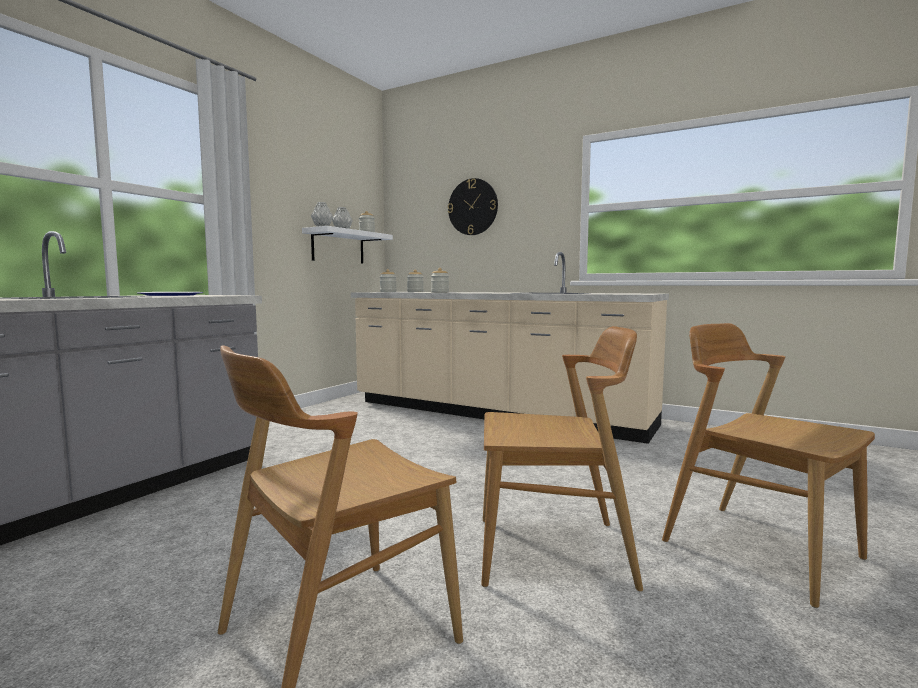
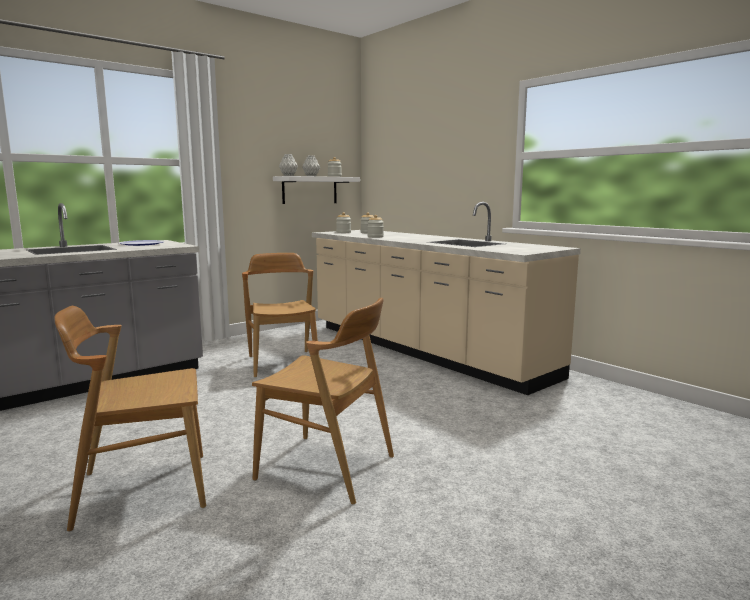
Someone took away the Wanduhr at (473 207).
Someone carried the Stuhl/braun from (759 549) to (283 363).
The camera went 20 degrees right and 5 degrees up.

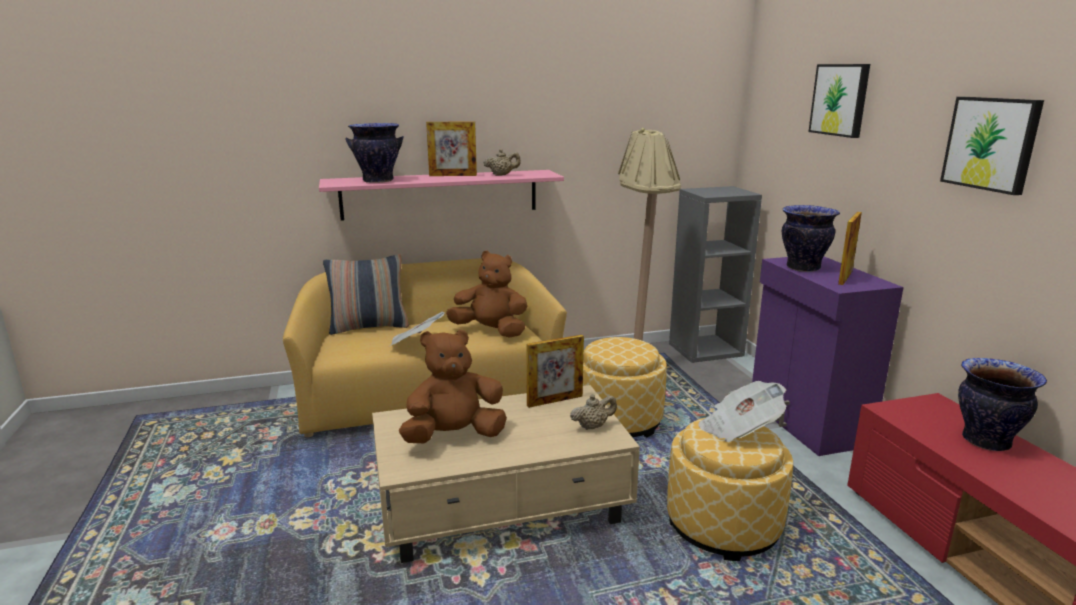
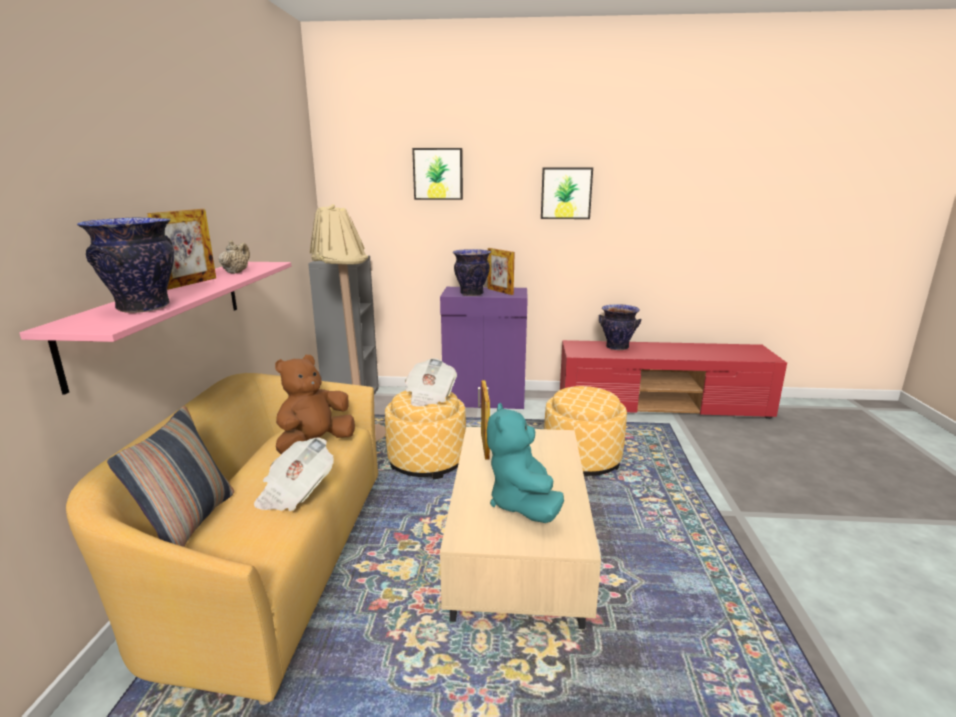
Someone repainted the Plüschtier/braun at (454 436), which became the Plüschtier/türkis at (522 504).
Someone took away the Teekanne/beige at (592 426).
Someone carried the Zeitung from (739 429) to (429 396).
The camera went 70 degrees left and 0 degrees up.

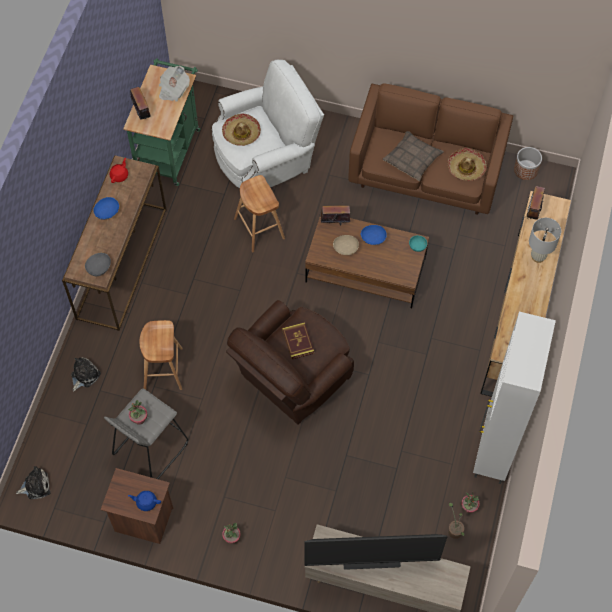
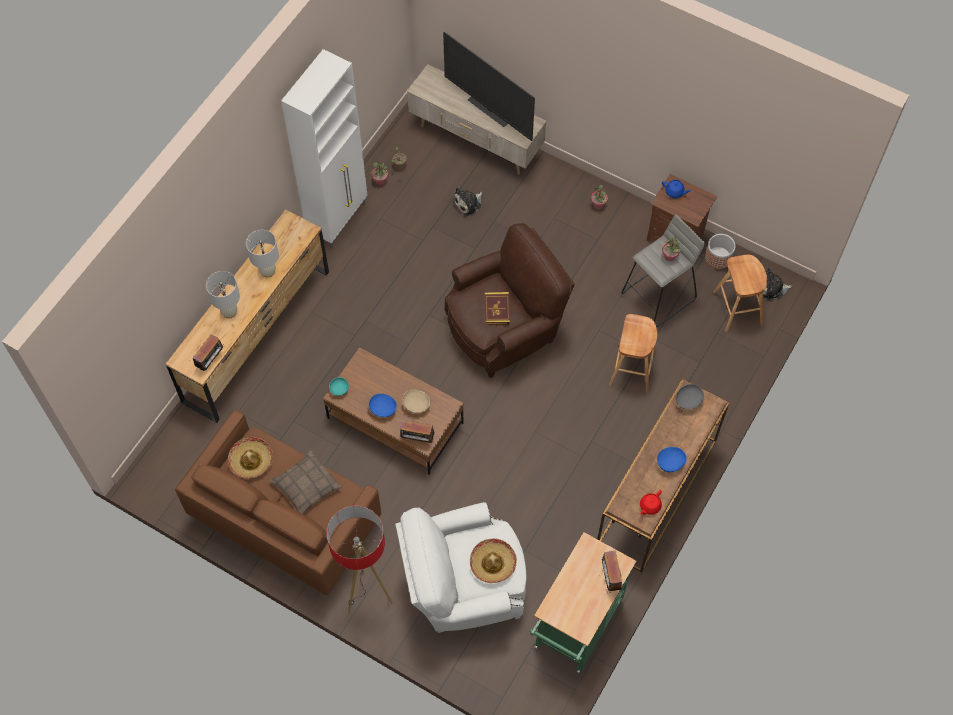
Someone carried the Plüschtier from (84 375) to (468 203).
Someone took away the Zeitung at (173 89).
Someone carried the Hocker/braun from (259 228) to (737 308).
Someone rotated the Fernseher at (371 563) by 150 degrees counterclockwise.
Someone carried the Pflanzkübel from (526 170) to (718 258).
Someone put down the Tischlampe/weiß at (267 271).
Someone put down the Stehlampe at (367 596).
The camera went 165 degrees left and 0 degrees up.

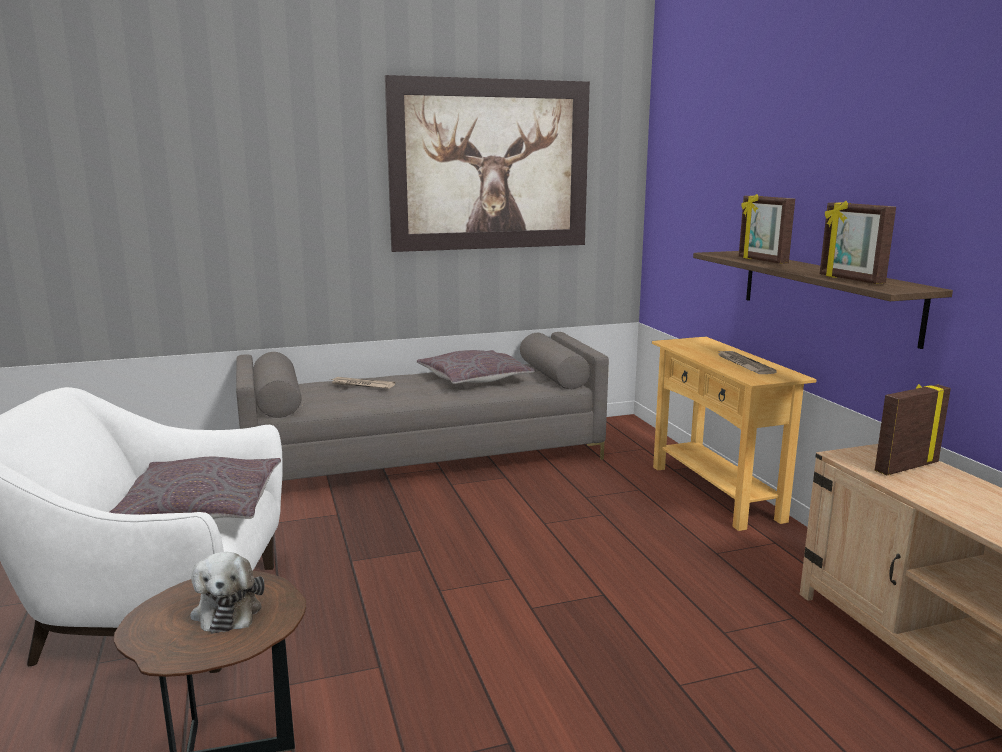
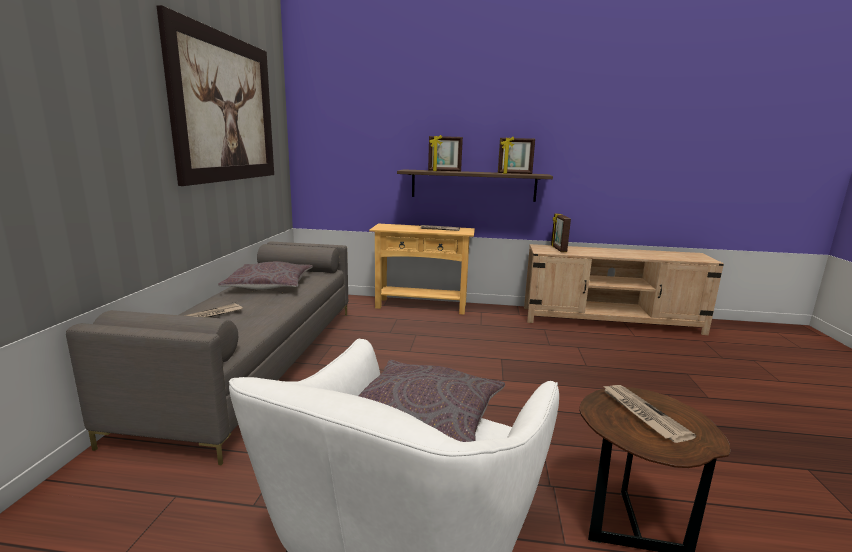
Someone swapped the Plüschtier at (228 610) for the Zeitung at (642 414).
The camera went 65 degrees left and 0 degrees up.

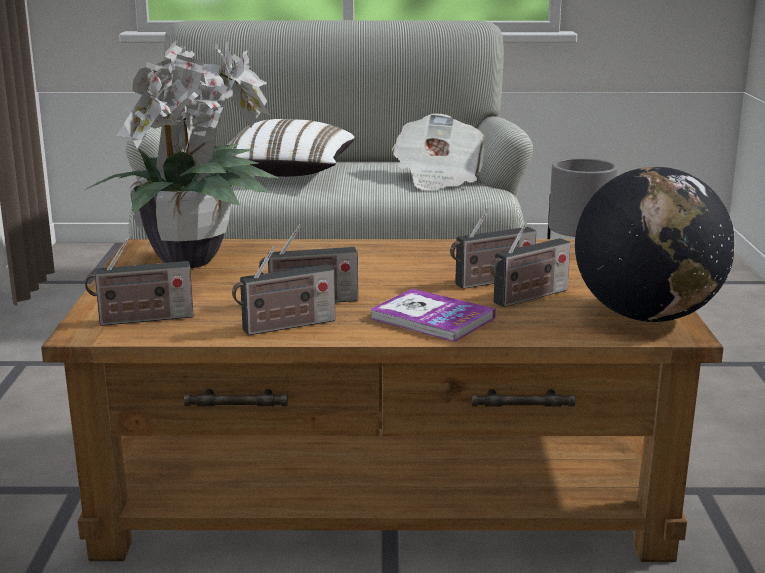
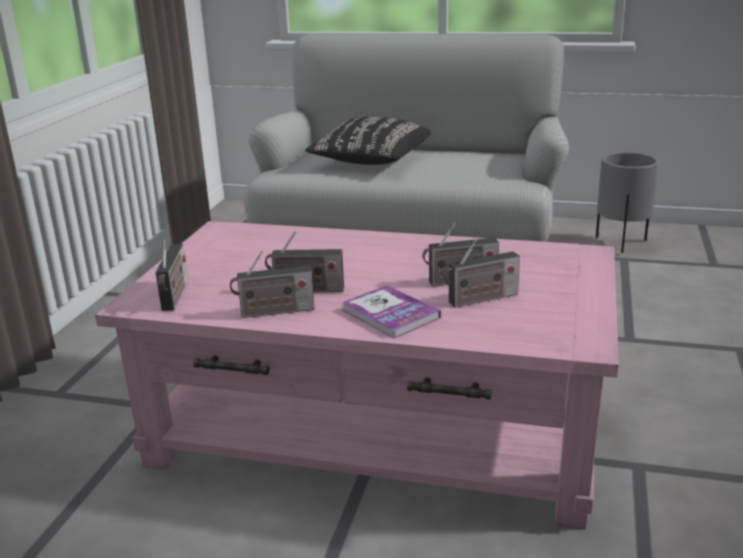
Someone repainted the Couchtisch/braun at (384 485), which became the Couchtisch/rosa at (378 429).
Someone took away the Topfpflanze at (195 260).
Someone rotated the Radio at (141 319) by 90 degrees counterclockwise.
Someone repainted the Kissen/weiß at (285 174), which became the Kissen/schwarz at (370 161).
Someone took away the Zeitung at (438 178).
Someone took away the Globus at (647 316).
The camera went 15 degrees right and 5 degrees up.

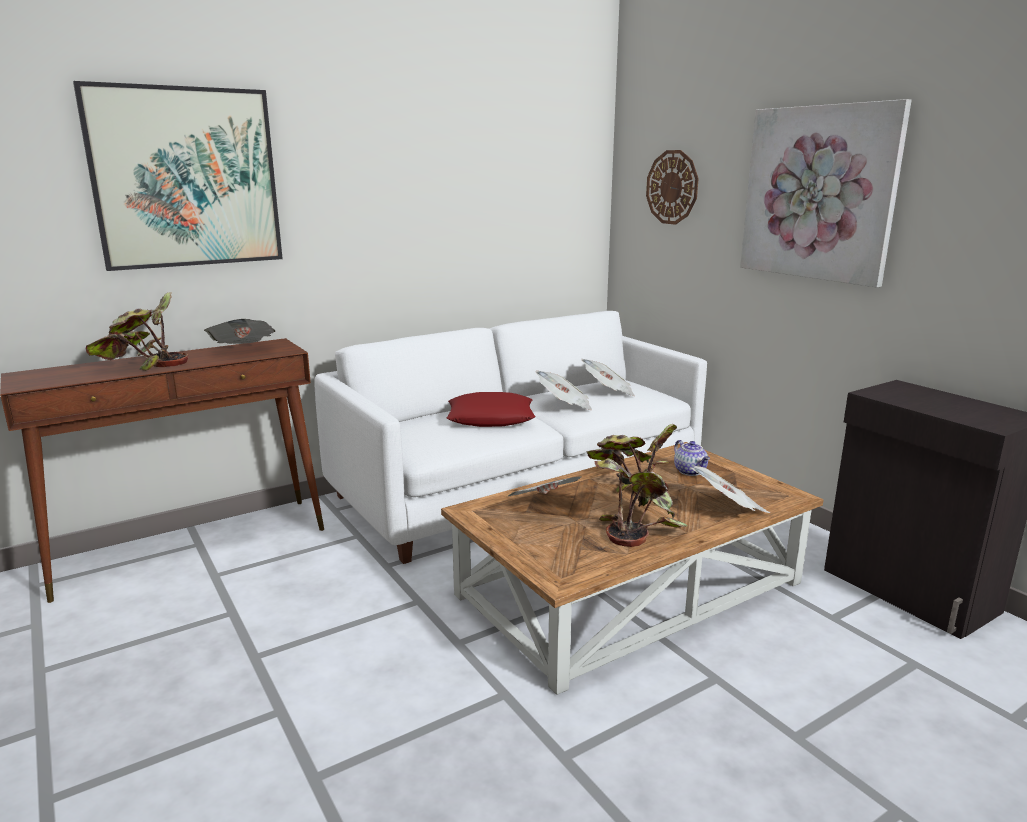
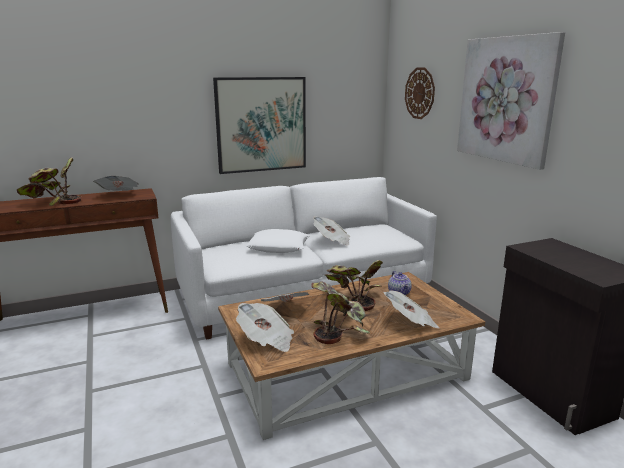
Someone carried the Bild from (186 178) to (261 124).
Someone repainted the Kissen/rot at (491 418), which became the Kissen/weiß at (278 247).
Someone carried the Zeitung from (608 391) to (266 340).
The camera went 10 degrees right and 0 degrees up.

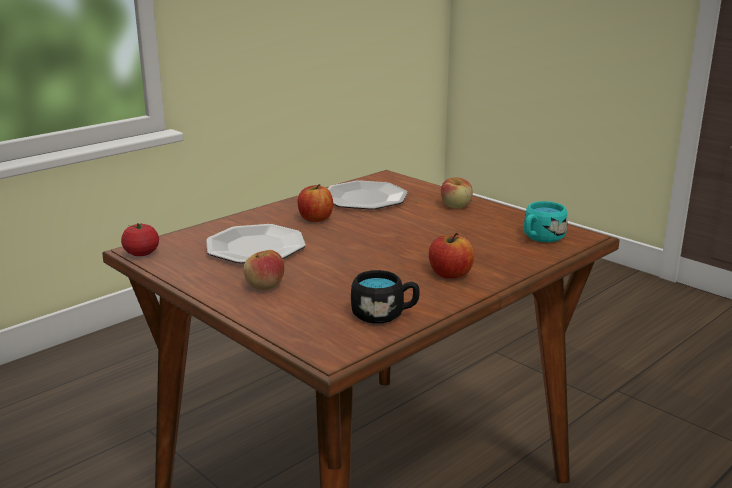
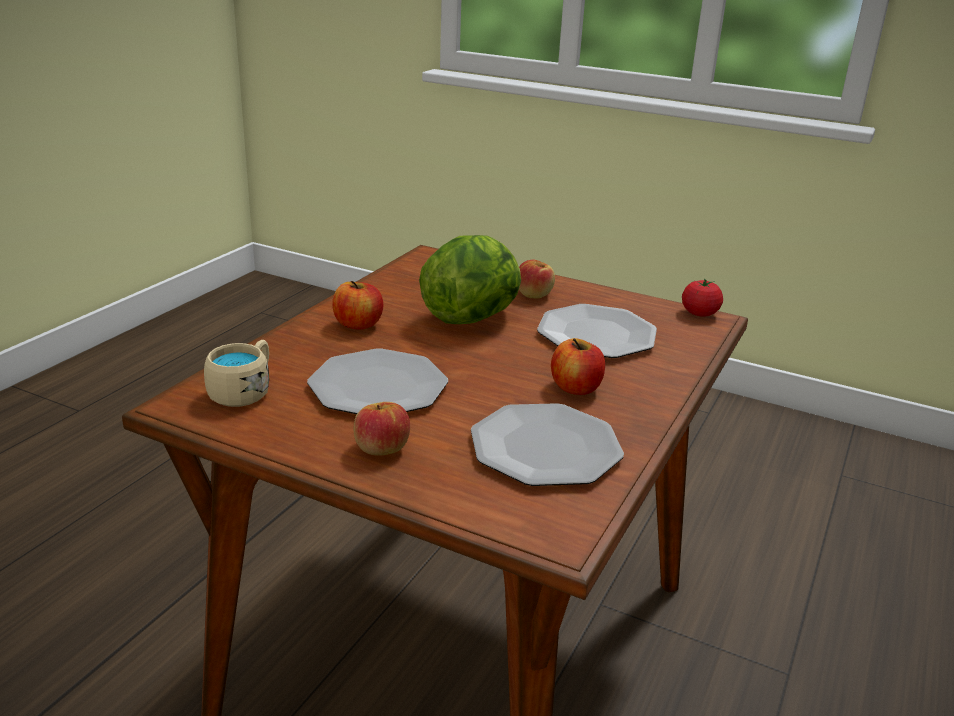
Someone took away the Henkelbecher/schwarz at (384 314).
Someone repainted the Henkelbecher/türkis at (540 238), which became the Henkelbecher/beige at (244 391).
Someone put down the Teller at (378 387).
Someone put down the Salatkopf at (473 317).
The camera went 160 degrees right and 5 degrees up.

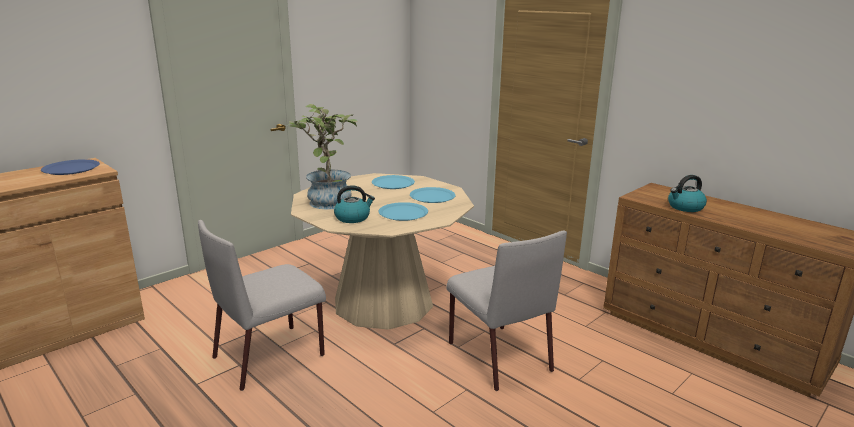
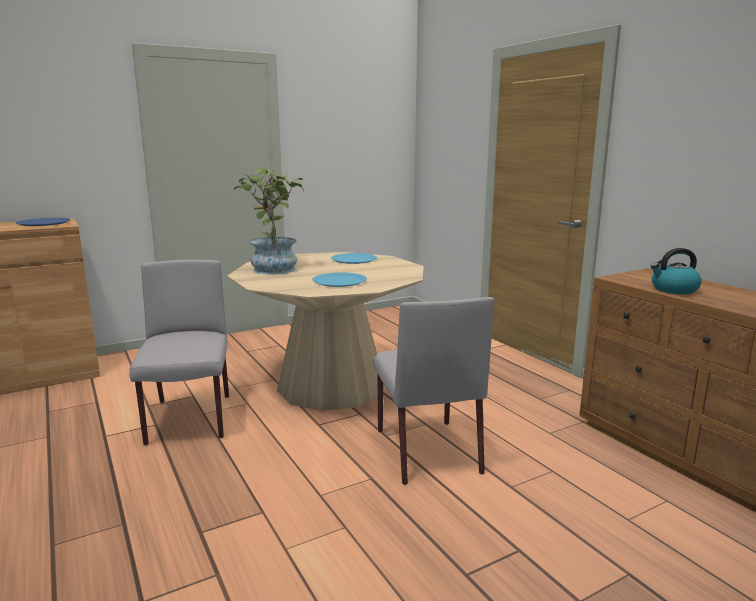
Someone rotated the Stuhl/grau at (270 355) by 105 degrees clockwise.
Someone took away the Wasserkessel at (353 218).
Someone took away the Teller/blau at (432 196).
The camera went 15 degrees right and 5 degrees down.

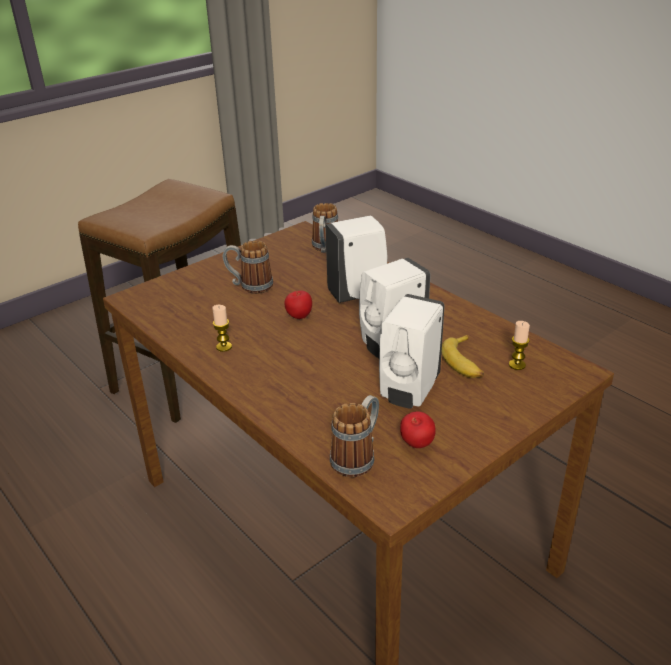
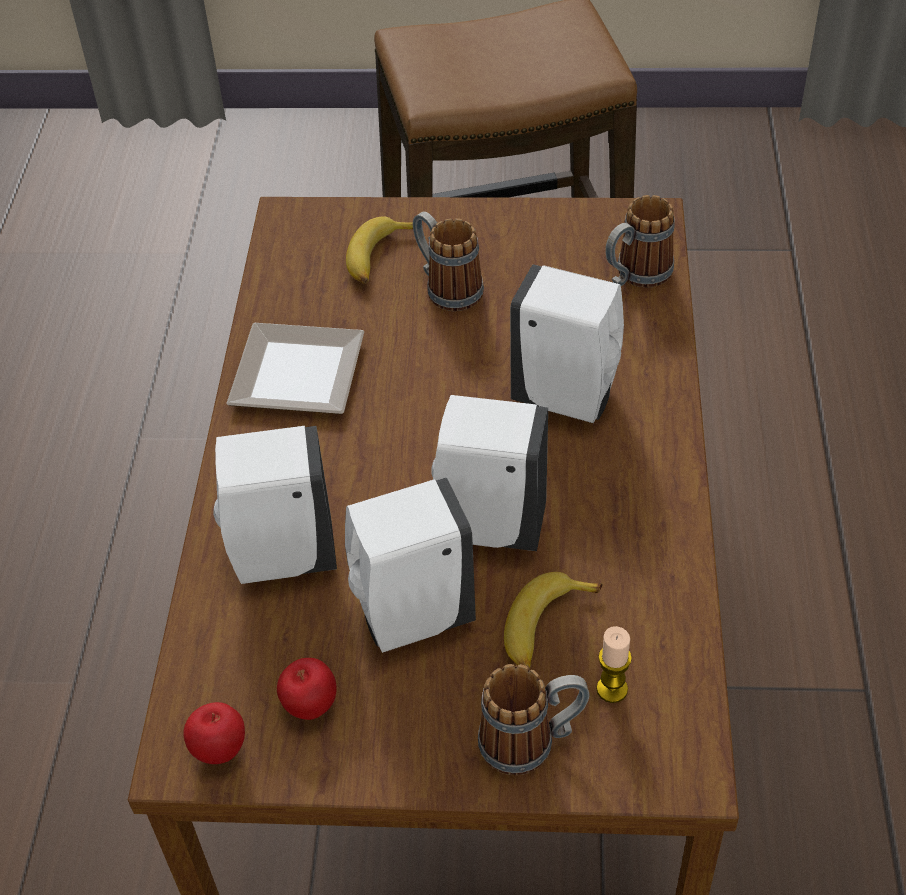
Someone swapped the Kerze at (224 347) for the Teller at (293 377).
Someone carried the Apfel from (299 317) to (220 749).
Someone carried the Henkelbecher from (358 457) to (532 741).
Someone put down the Seifenspender/weiß at (280 557).
Someone put down the Banane at (378 258).
The camera went 45 degrees right and 15 degrees up.

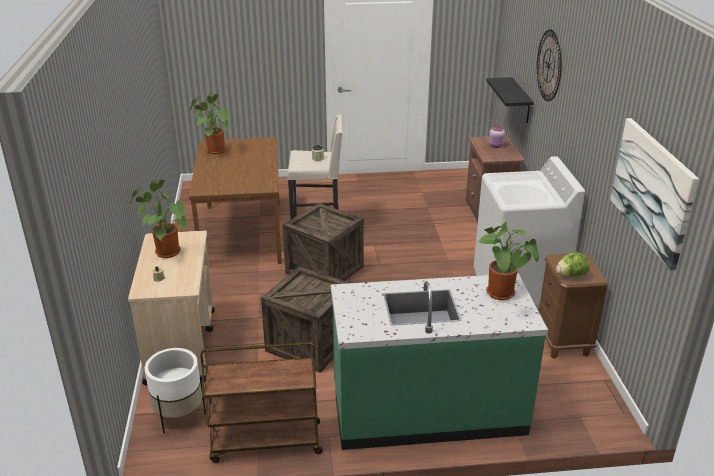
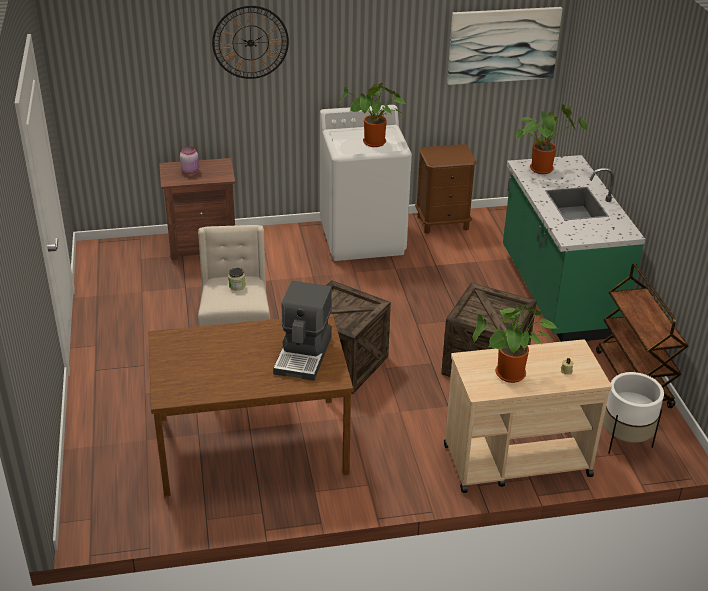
Someone carried the Topfpflanze from (214 150) to (373 144).
Someone took away the Wandregal/schwarz at (521 101).
Someone took away the Salatkopf at (570 275).
Someone put down the Kaffeemaschine at (304 354).
The camera went 95 degrees left and 5 degrees up.

